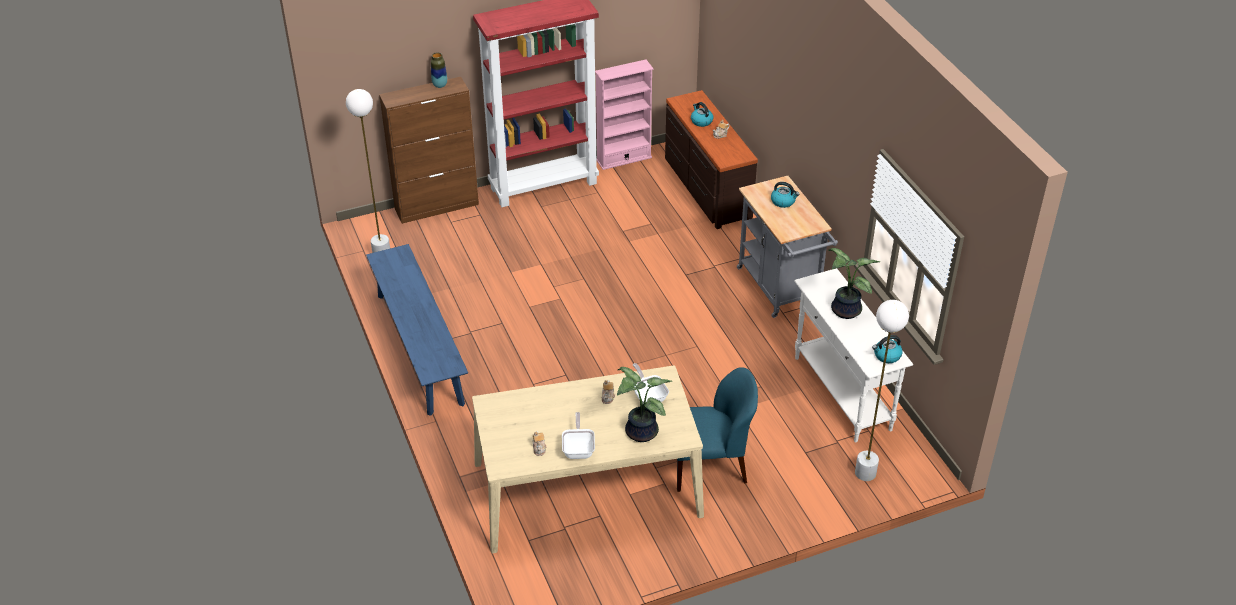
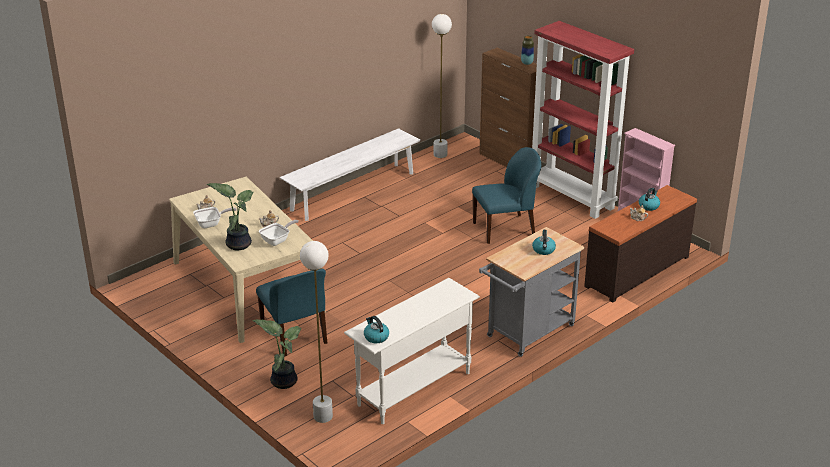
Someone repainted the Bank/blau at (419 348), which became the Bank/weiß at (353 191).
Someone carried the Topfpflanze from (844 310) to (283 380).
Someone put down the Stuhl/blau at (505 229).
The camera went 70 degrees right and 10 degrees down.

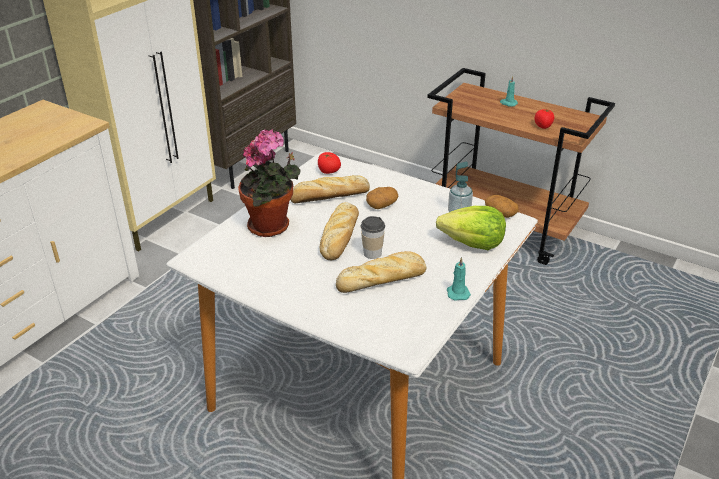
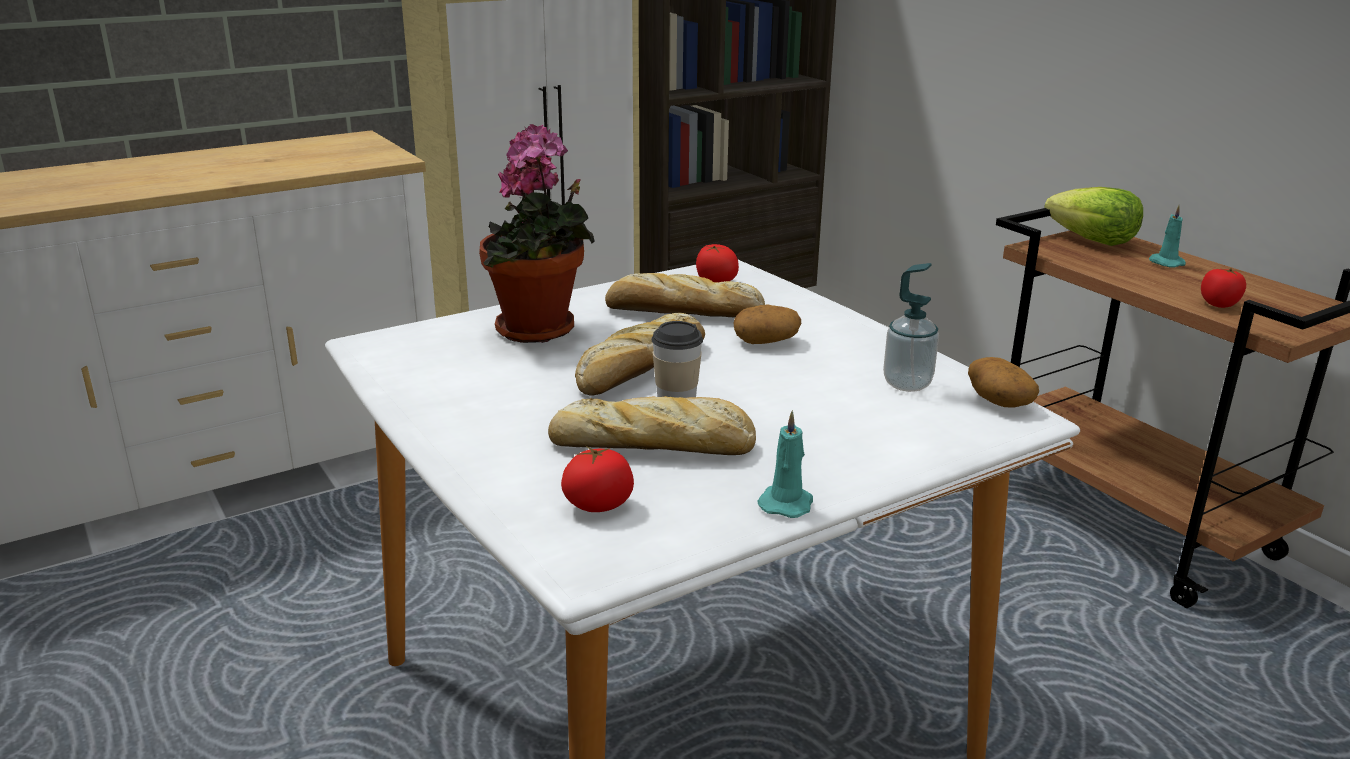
Someone carried the Salatkopf from (473 243) to (1092 240).
Someone put down the Tomate at (598 504).
The camera went 25 degrees right and 10 degrees down.

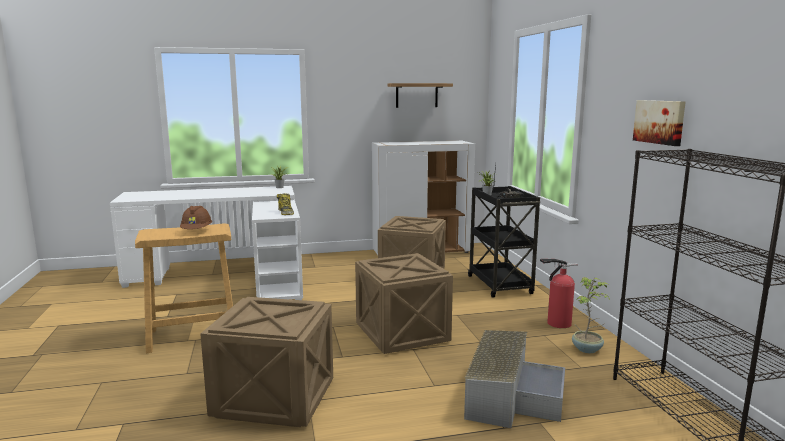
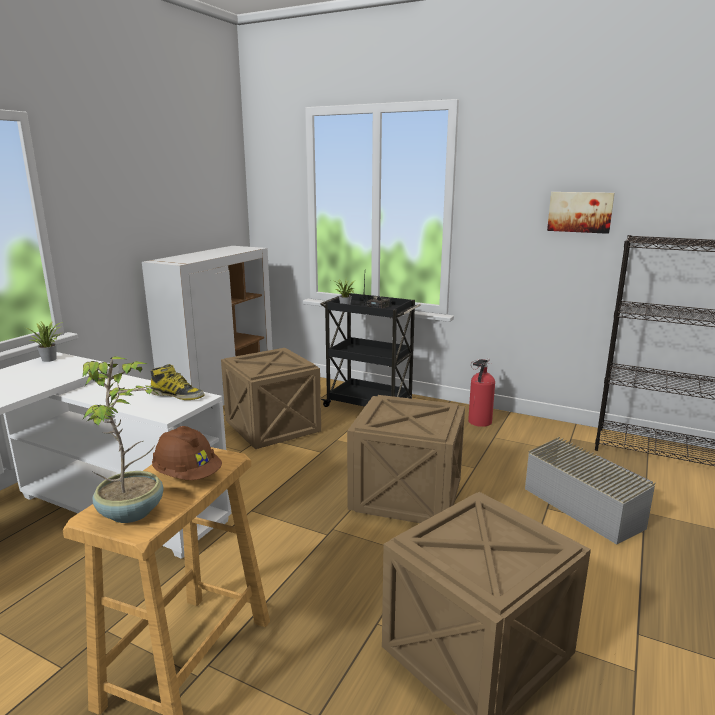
Someone took away the Wandregal at (416 95).
Someone carried the Topfpflanze from (587 349) to (133 511).
The camera went 50 degrees left and 5 degrees up.

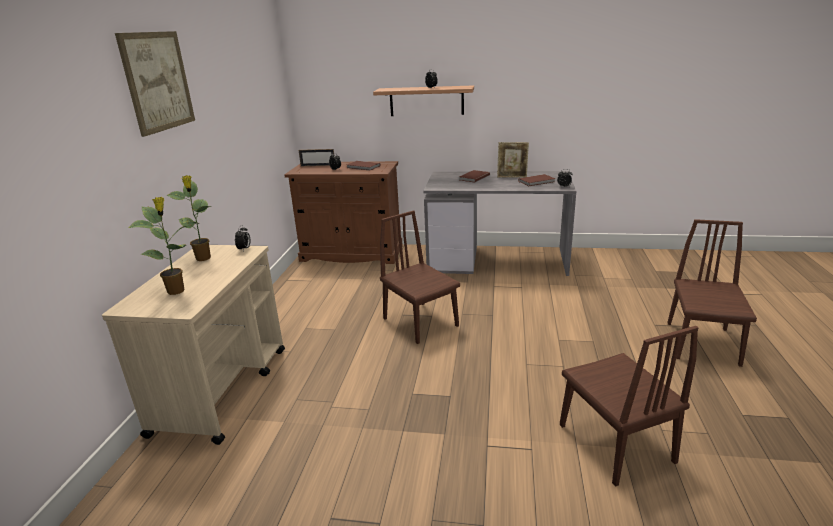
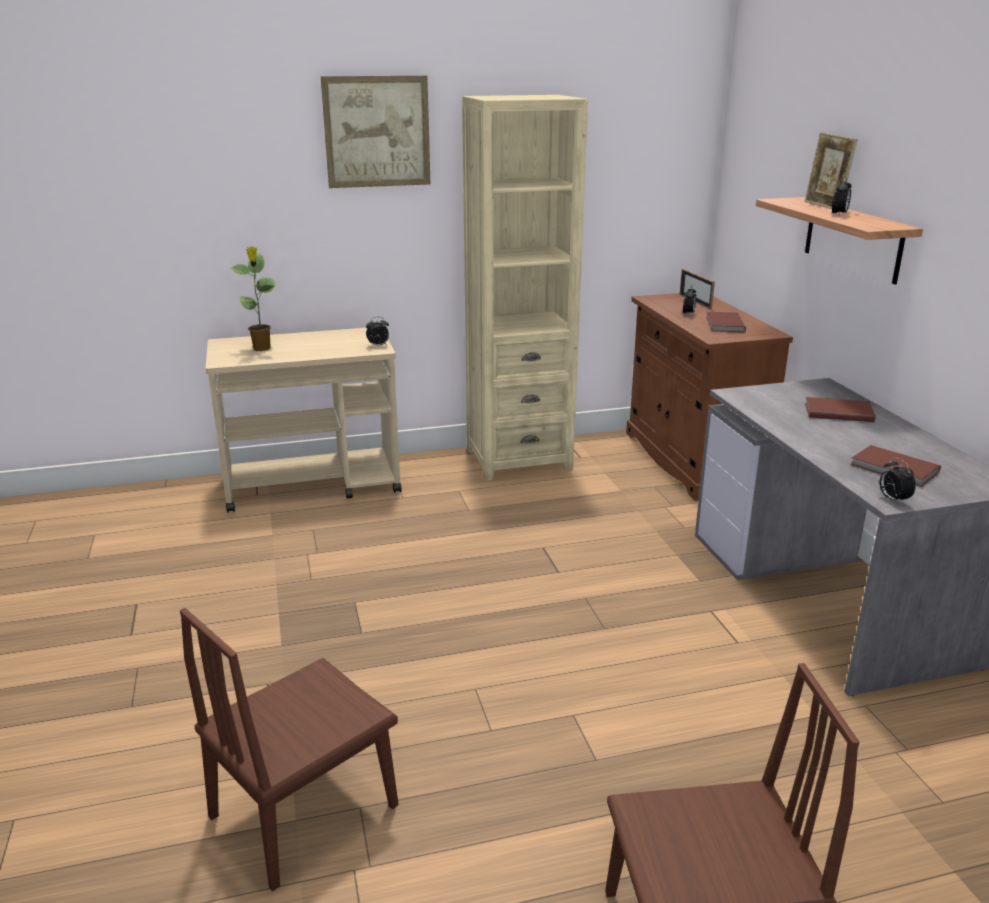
Someone took away the Topfpflanze at (204 258).
Someone took away the Stuhl/braun at (420 322).
Someone carried the Bilderrahmen from (512 177) to (824 206).
Someone put down the Bücherregal/beige at (518 459).
The camera went 65 degrees right and 0 degrees up.

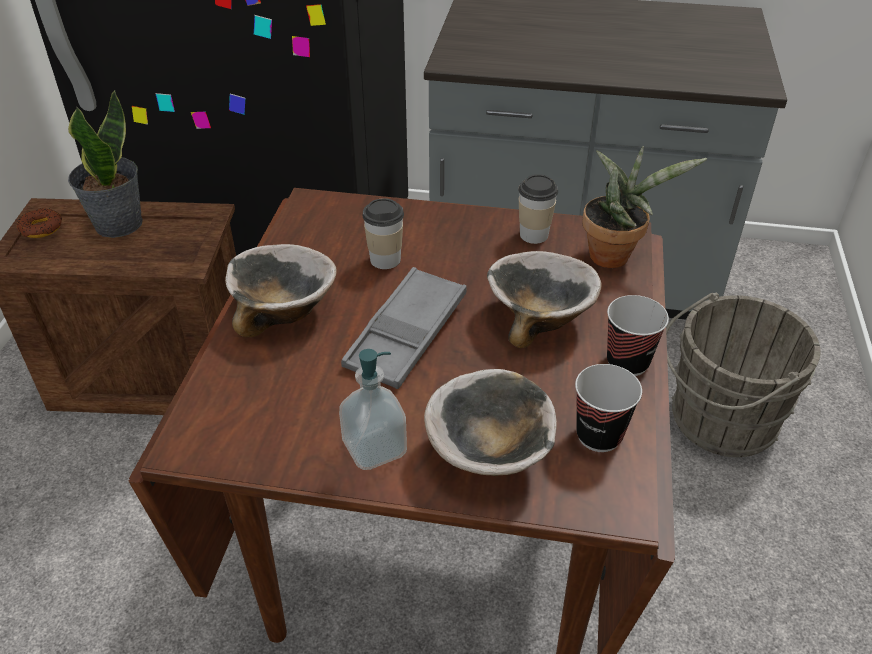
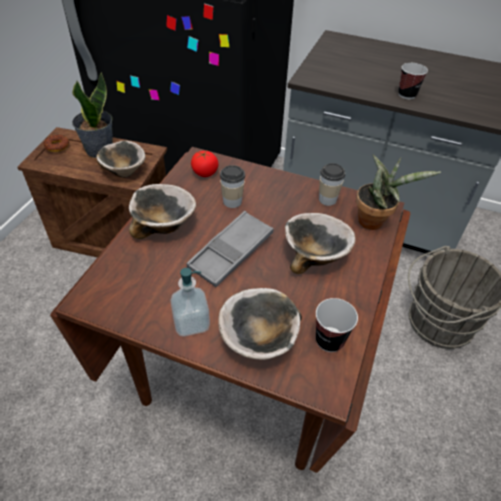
Someone carried the Tasse from (627 362) to (407 95).
Someone put down the Schüssel at (124 171).
Someone put down the Tomate at (205 172).
The camera went 10 degrees right and 5 degrees up.

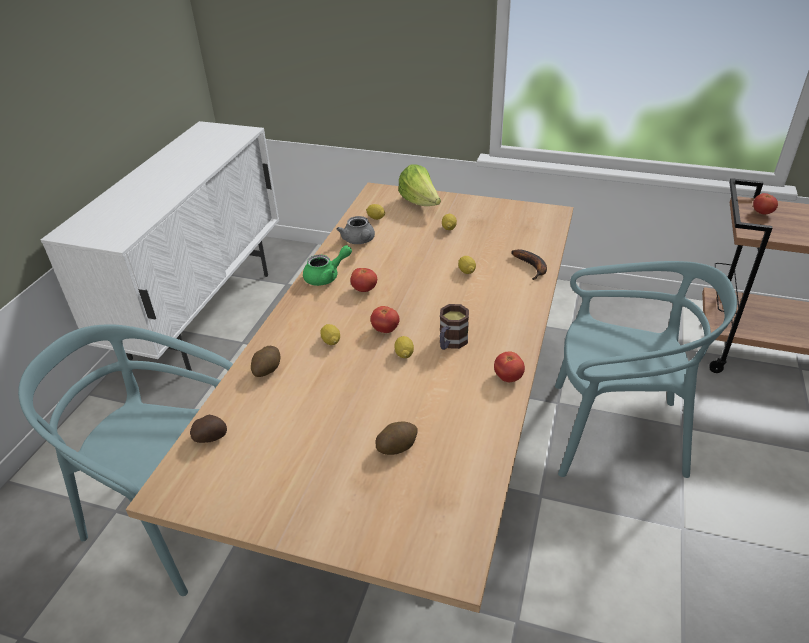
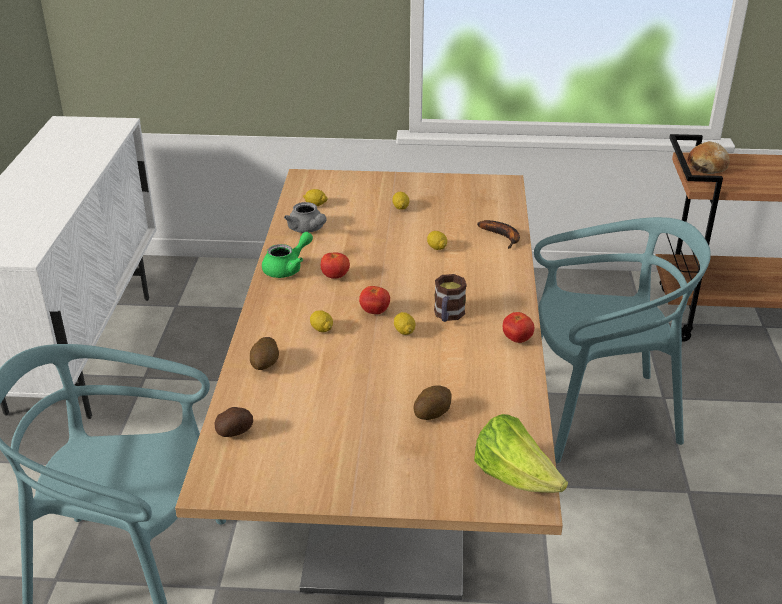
Someone carried the Salatkopf from (420 203) to (515 478).
Someone swapped the Tomate at (762 213) for the Brot at (707 166).
The camera went 15 degrees left and 5 degrees down.

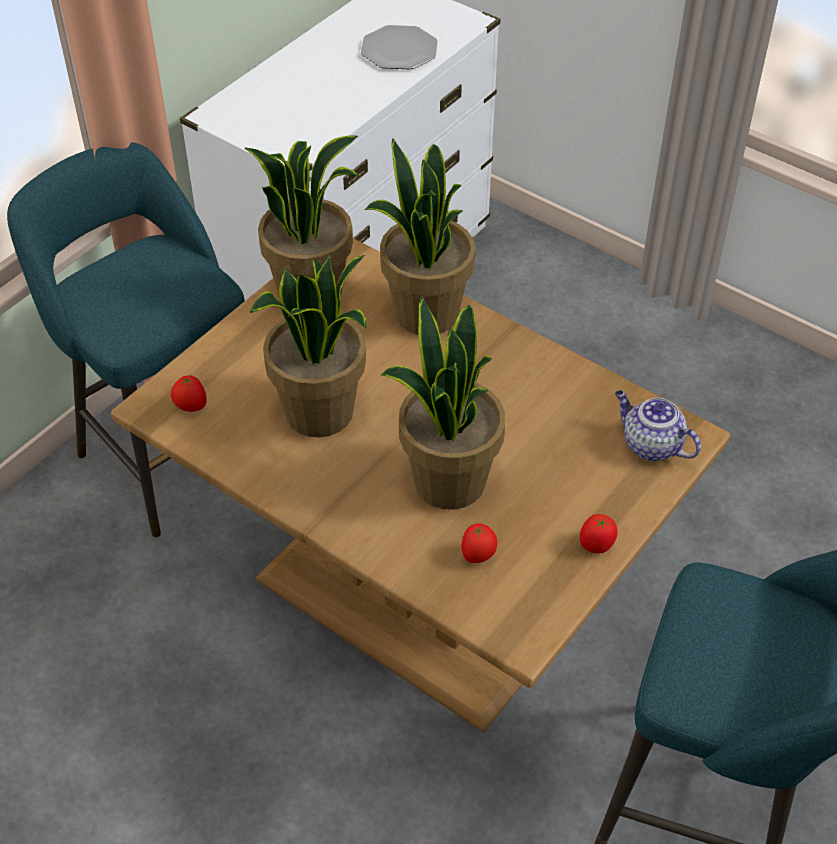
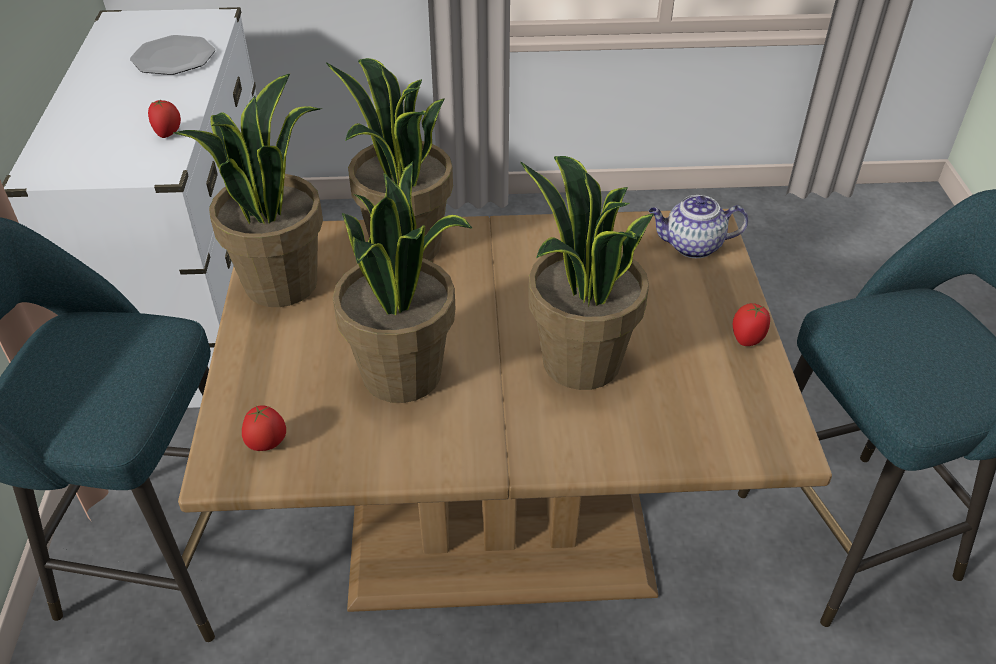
Someone carried the Tomate from (478 556) to (168 134).
The camera went 40 degrees left and 5 degrees down.

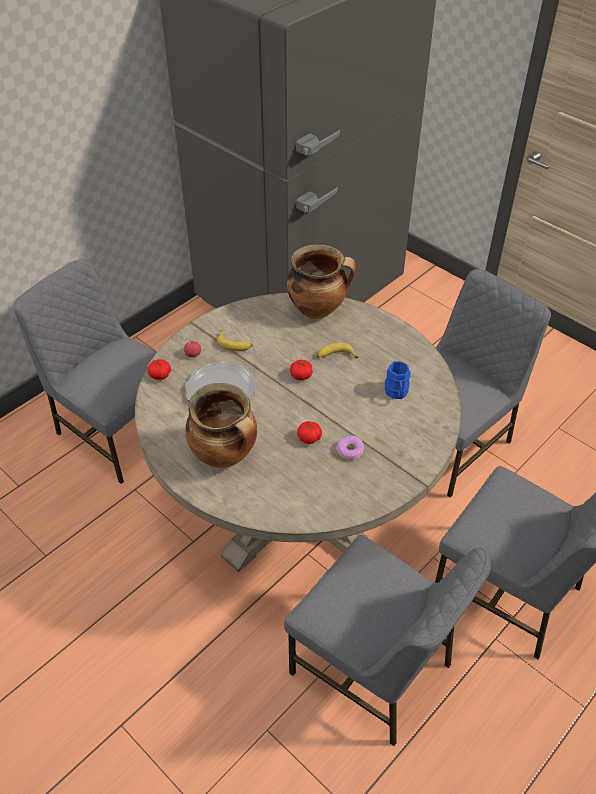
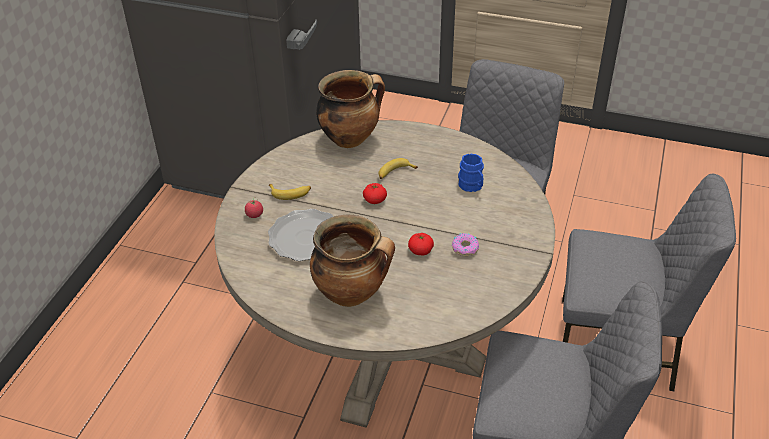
Someone took away the Stuhl/grau at (118 430).
Someone took away the Tomate at (160 375).
The camera went 25 degrees left and 5 degrees down.

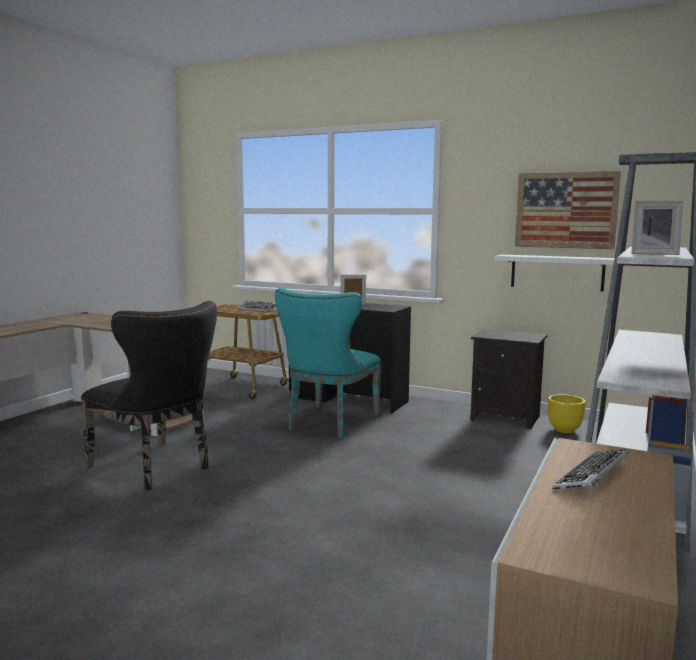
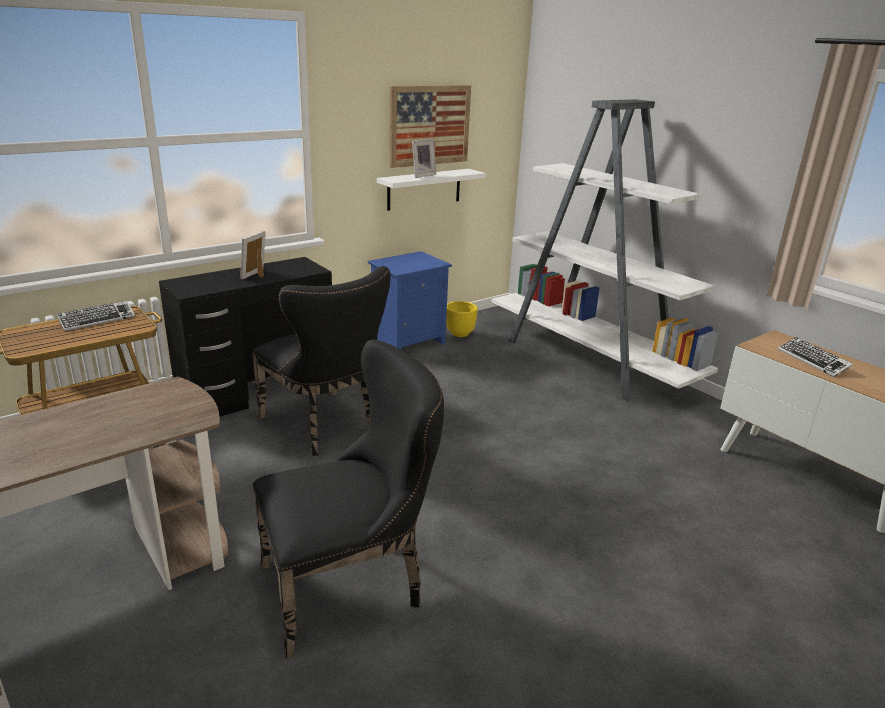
Someone repainted the Stuhl/türkis at (329 423), which became the Stuhl/schwarz at (325 426).
Someone repainted the Nachttisch/schwarz at (506 417), which became the Nachttisch/blau at (408 341).
Someone carried the Bilderrahmen from (653 254) to (421 175).
The camera went 65 degrees left and 15 degrees up.

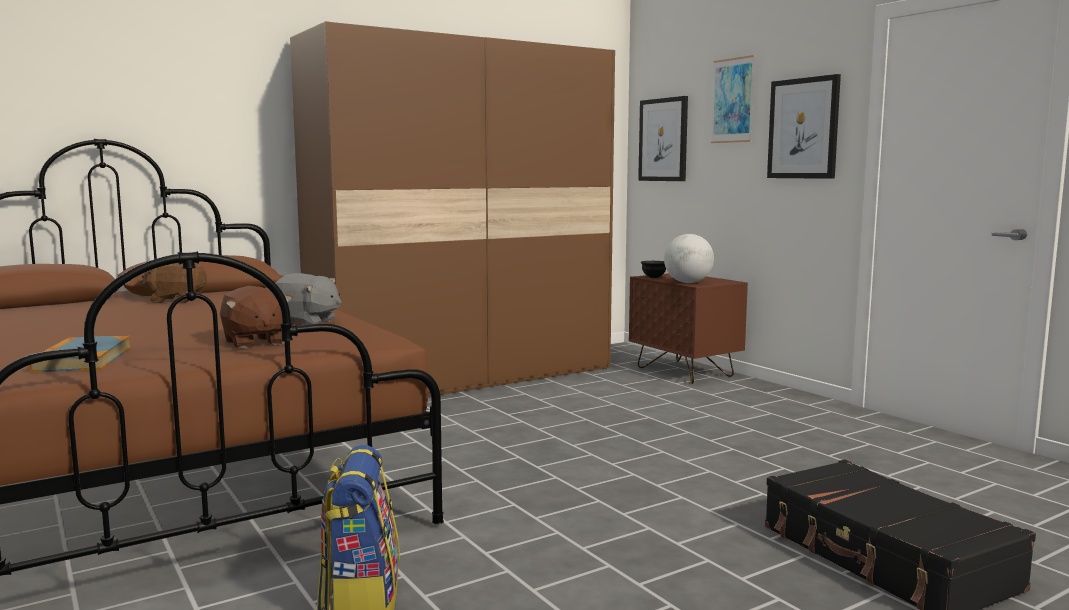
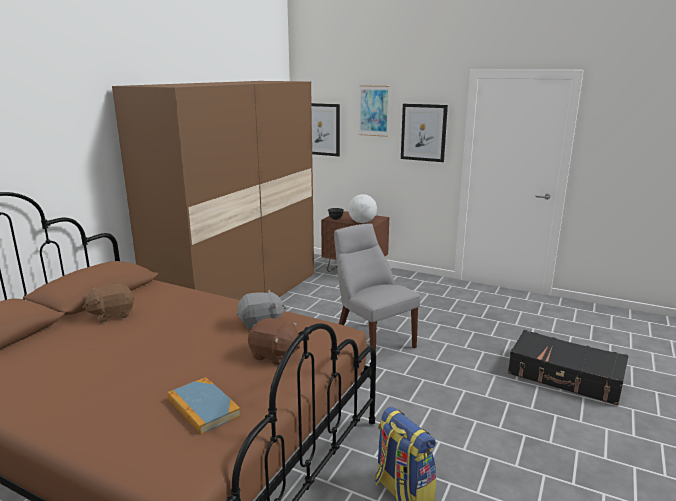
Someone put down the Stuhl/grau at (372 340).
The camera went 30 degrees left and 10 degrees up.

